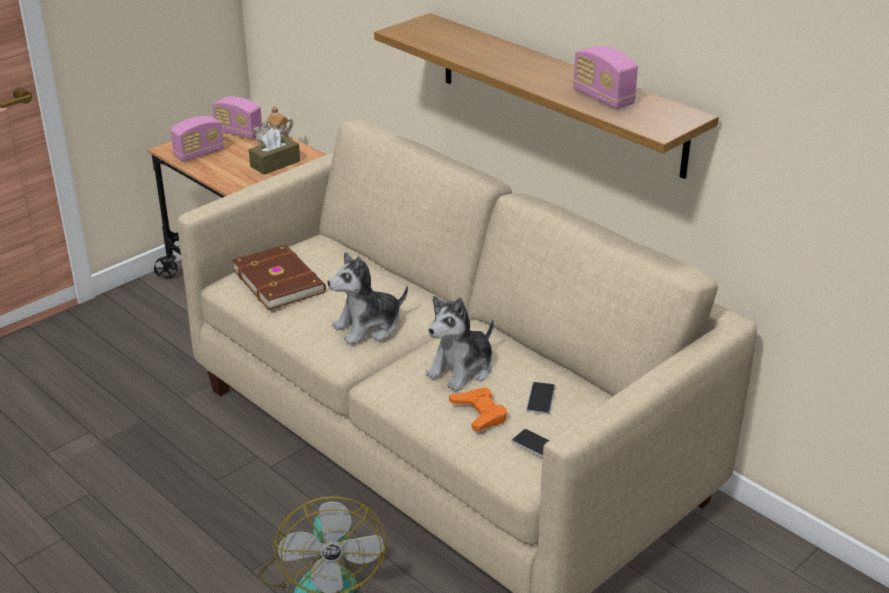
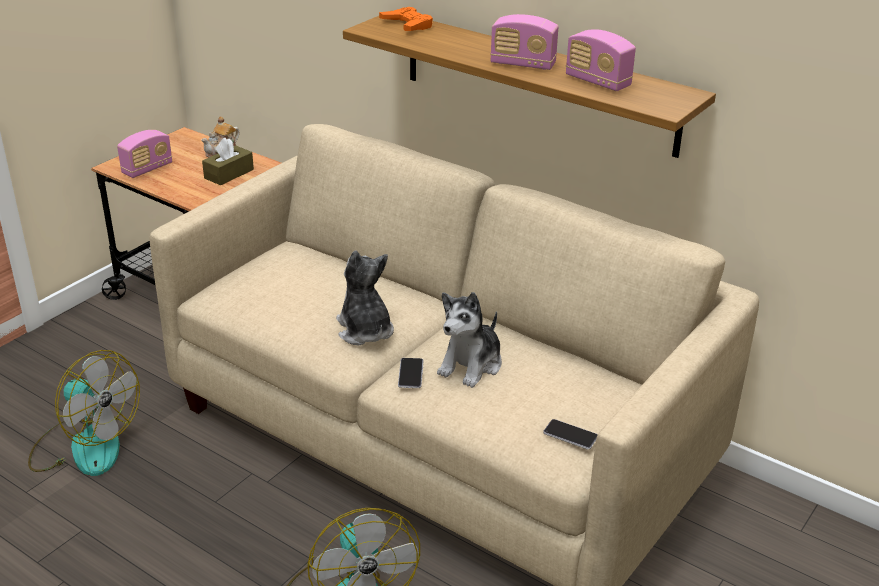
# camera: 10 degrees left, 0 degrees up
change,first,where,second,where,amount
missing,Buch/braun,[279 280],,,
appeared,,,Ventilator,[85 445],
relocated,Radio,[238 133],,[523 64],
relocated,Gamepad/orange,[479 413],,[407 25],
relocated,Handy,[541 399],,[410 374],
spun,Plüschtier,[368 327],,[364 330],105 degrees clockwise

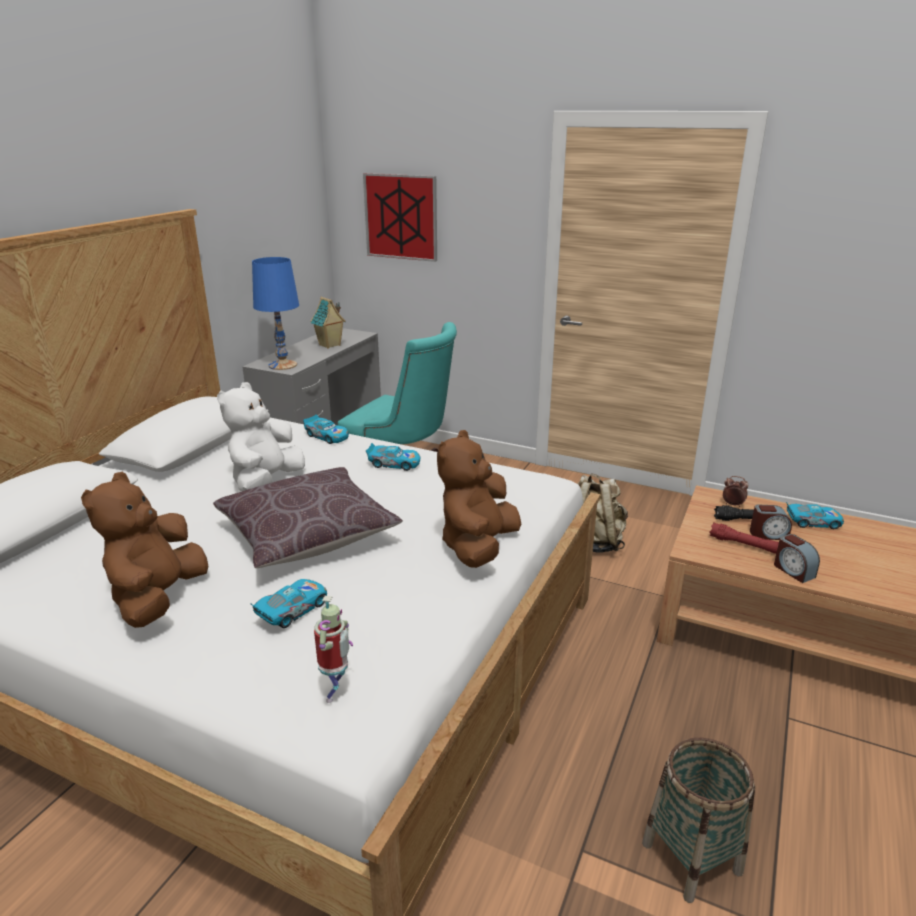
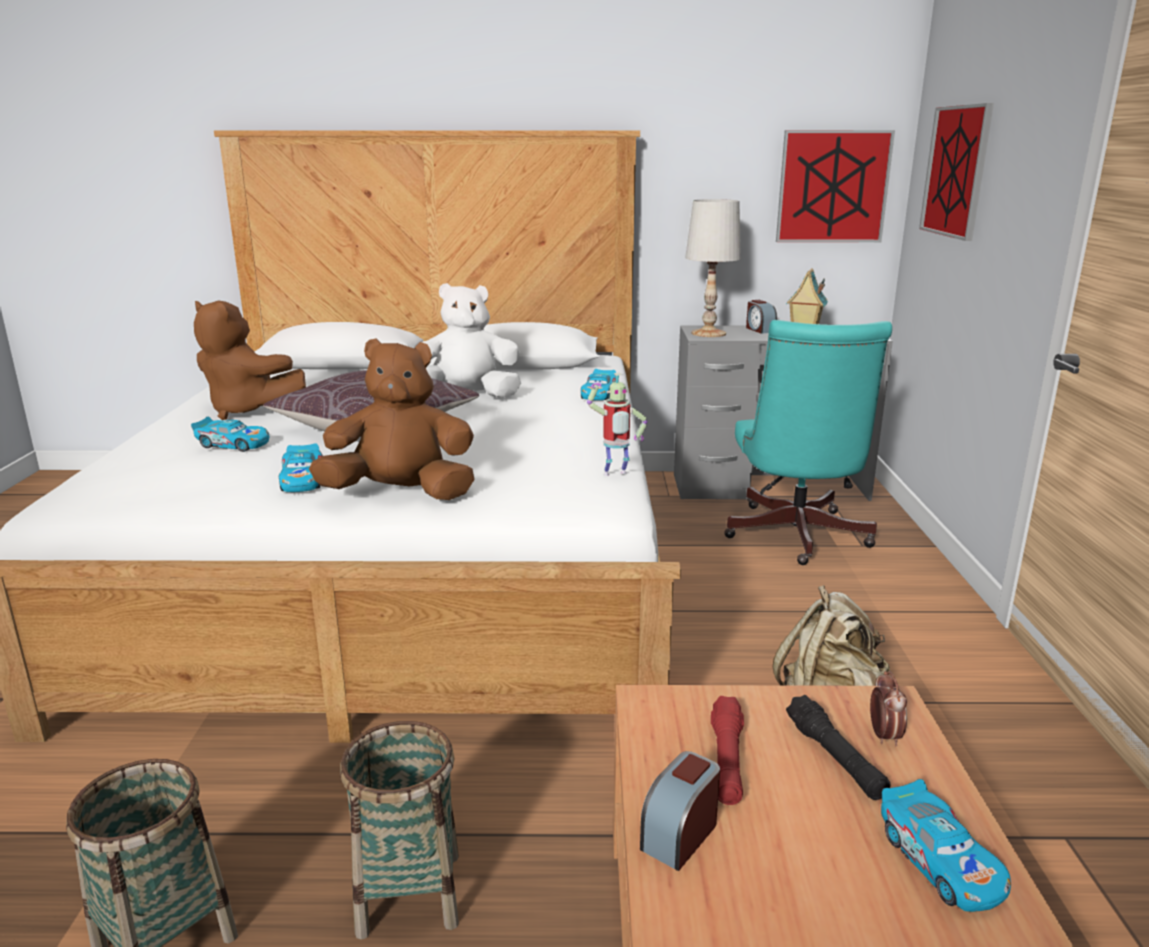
# camera: 65 degrees right, 5 degrees down
change,first,where,second,where,amount
appeared,,,Korb,[409 894],
appeared,,,Bild,[833 187],
relocated,Spielzeugroboter,[336 694],,[615 475],
relocated,Spielzeugauto,[394 463],,[302 480],
relocated,Wecker,[768 535],,[759 330],
colour,Tischlampe/blau,[282 365],Tischlampe/weiß,[708 333],
spun,Plüschtier/braun,[158 599],,[248 411],135 degrees counterclockwise

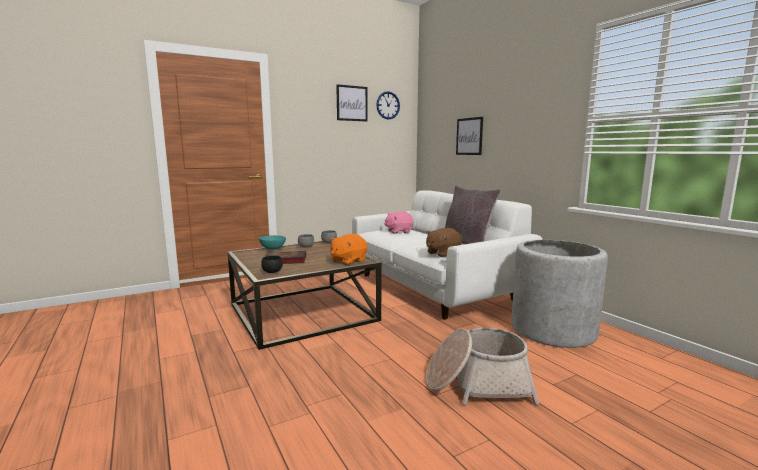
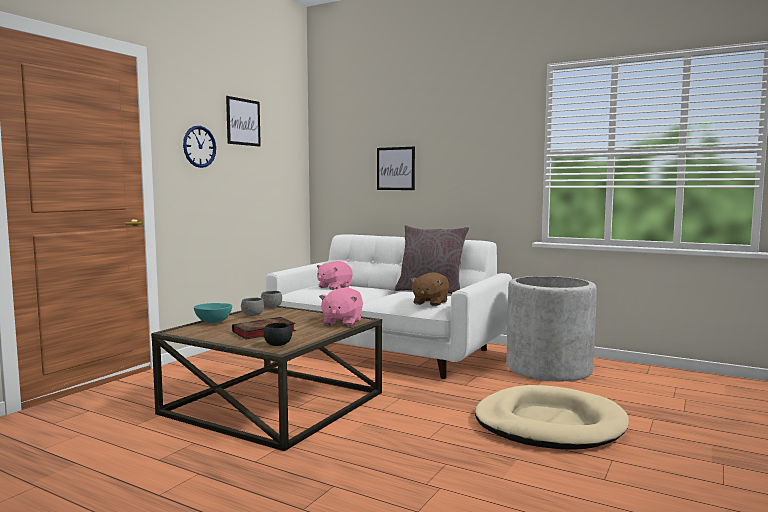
# camera: 30 degrees left, 5 degrees down
change,first,where,second,where,amount
relocated,Wanduhr,[388 105],,[199 146],
exchanged,Korb,[477 384],Hundebett/beige,[549 424],
colour,Plüschtier/orange,[348 261],Plüschtier/rosa,[342 322],

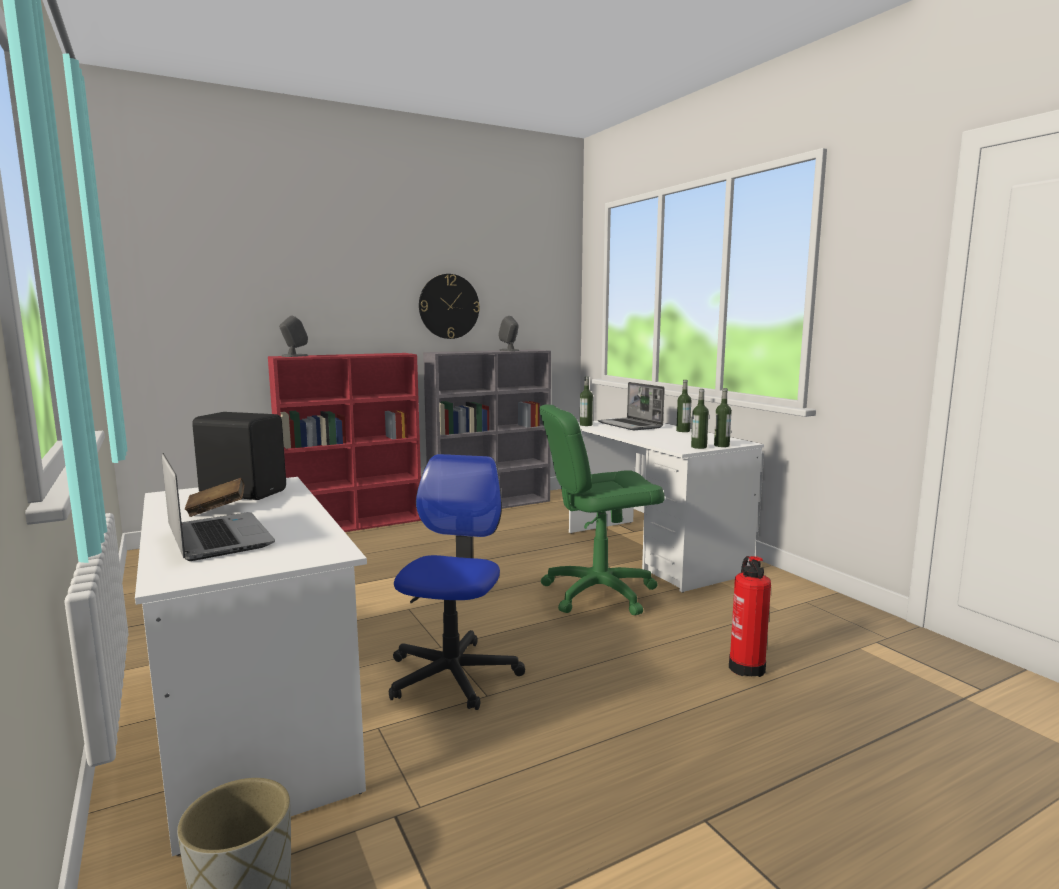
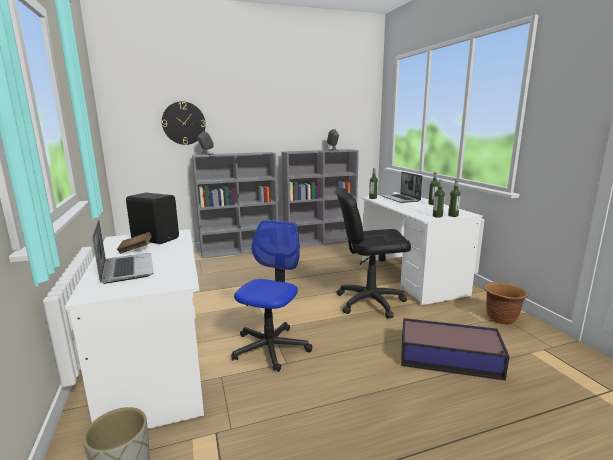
# camera: 10 degrees right, 5 degrees up
change,first,where,second,where,amount
appeared,,,Pflanzkübel/braun,[501 318],
relocated,Wanduhr,[449 306],,[184 123],
exchanged,Feuerlöscher,[746 666],Aufbewahrungsbox,[450 358],
colour,Bücherregal/rot,[354 525],Bücherregal/grau,[241 250],
colour,Bürostuhl/grün,[598 593],Bürostuhl/schwarz,[369 302],

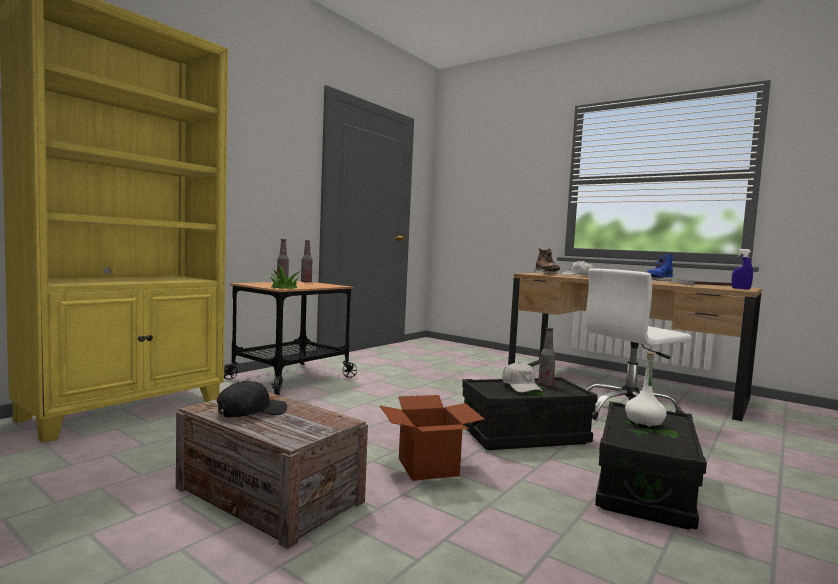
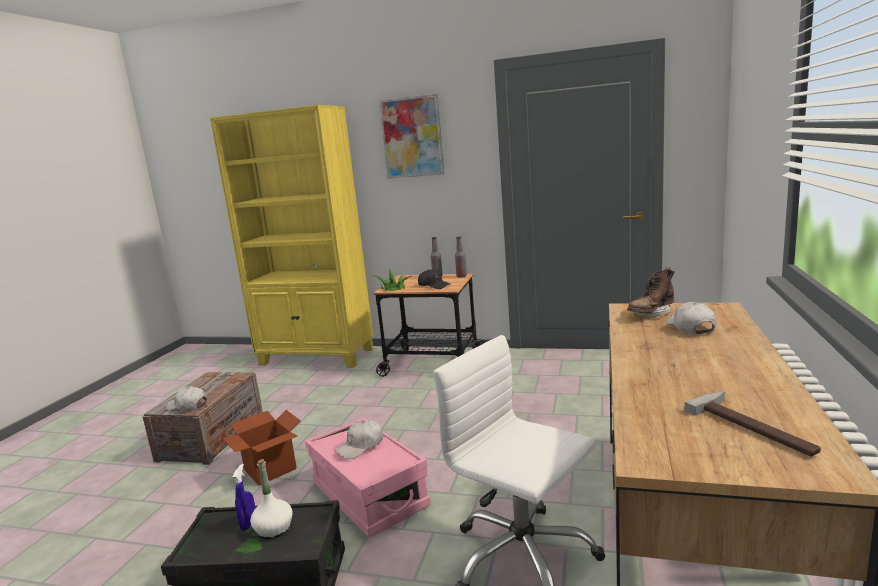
# camera: 70 degrees right, 10 degrees up
change,first,where,second,where,amount
missing,Flasche,[545 385],,,
missing,Stiefel/blau,[659 281],,,
appeared,,,Kappe/weiß,[187 406],
appeared,,,Bild,[412 137],
relocated,Kappe/schwarz,[251 412],,[434 285],
relocated,Sprühflasche/blau,[740 289],,[248 523],
colour,Aufbewahrungsbox/schwarz,[524 435],Aufbewahrungsbox/rosa,[369 495],

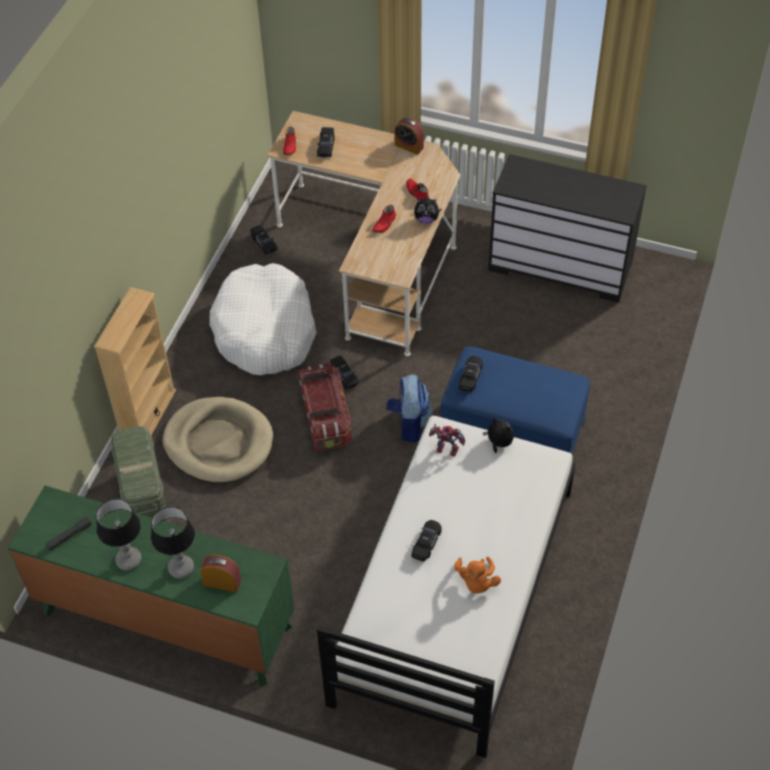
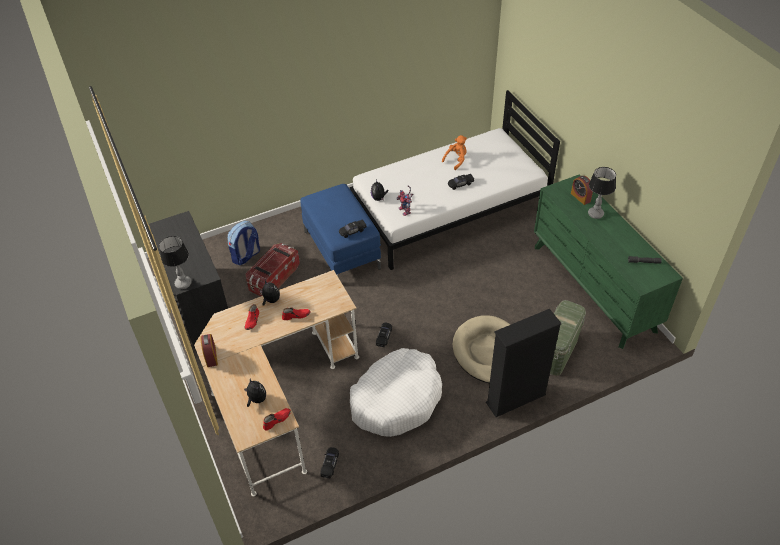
# camera: 135 degrees left, 5 degrees down
change,first,where,second,where,amount
relocated,Tischlampe,[128 560],,[183 284],
relocated,Aufbewahrungsbox,[325 418],,[273 278],
relocated,Rucksack,[409 423],,[246 256],
exchanged,Spielzeugauto/schwarz,[326 147],Plüschtier,[256 399],
colour,Bücherregal/beige,[148 415],Bücherregal/schwarz,[516 399],

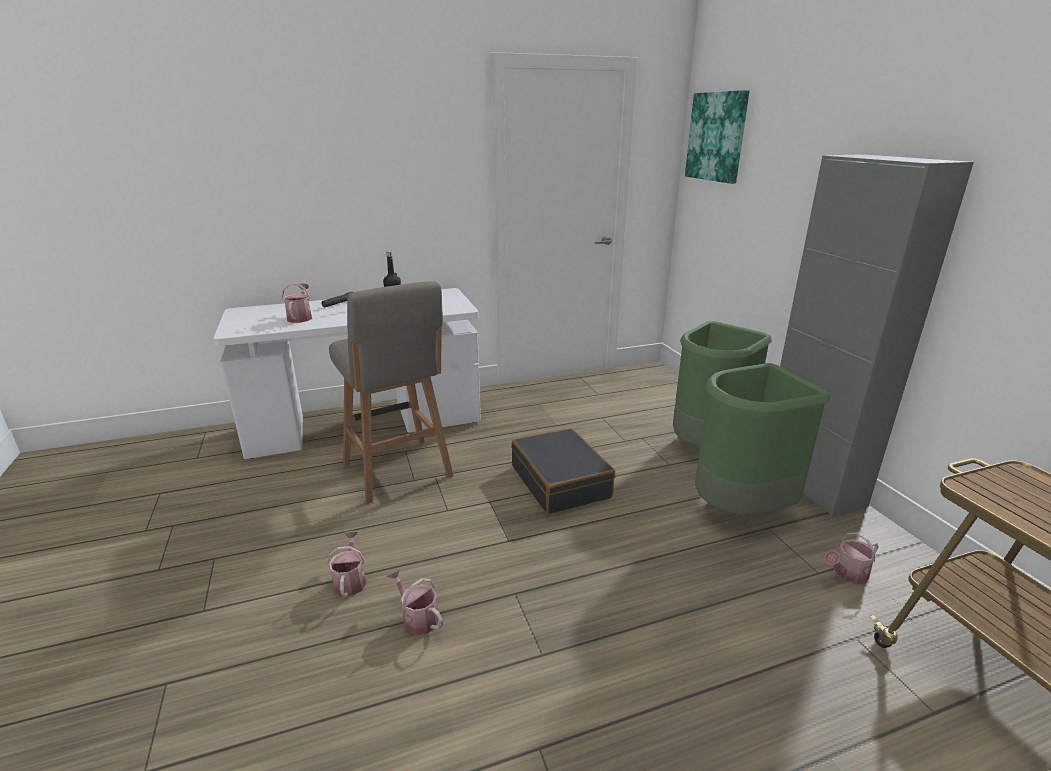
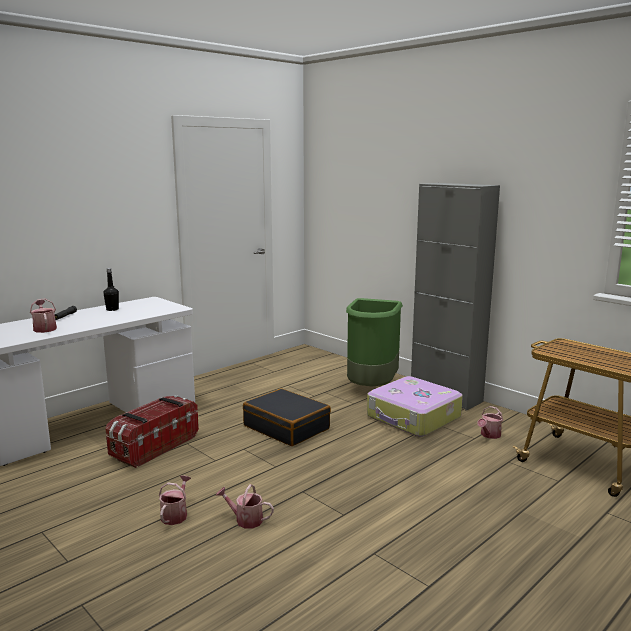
# camera: 25 degrees left, 10 degrees down
change,first,where,second,where,amount
missing,Bild,[717 137],,,
exchanged,Hocker/grau,[398 472],Aufbewahrungsbox,[154 447],
exchanged,Mülleimer/grün,[740 509],Koffer,[413 418],
spun,Gießkanne,[350 580],,[175 514],45 degrees clockwise

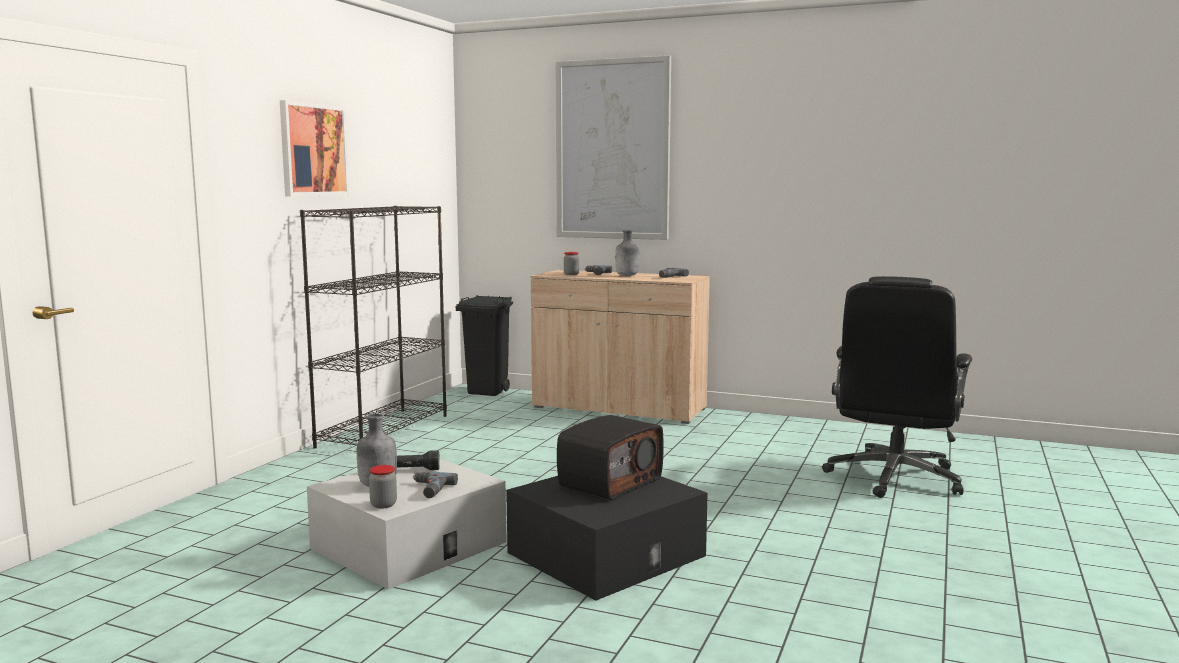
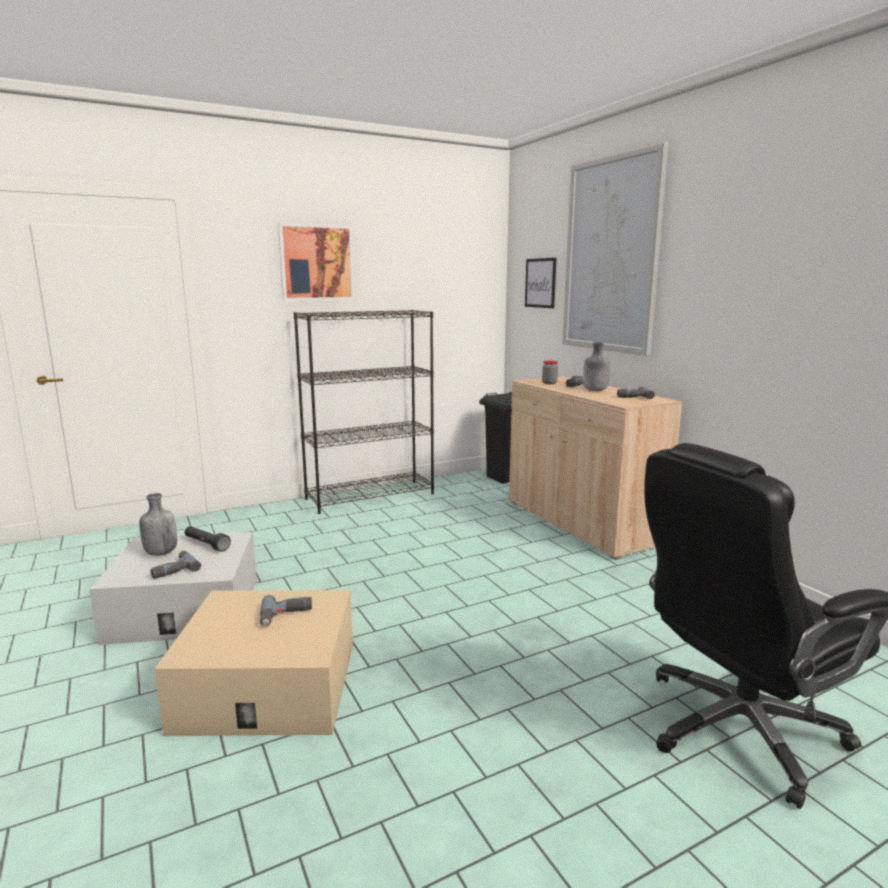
# camera: 40 degrees right, 5 degrees up
change,first,where,second,where,amount
missing,Vorratsglas,[383 505],,,
appeared,,,Bild,[540 283],
exchanged,Radio,[609 482],Bohrmaschine,[286 616],
colour,Aufbewahrungsbox/schwarz,[606 554],Aufbewahrungsbox/beige,[268 685],

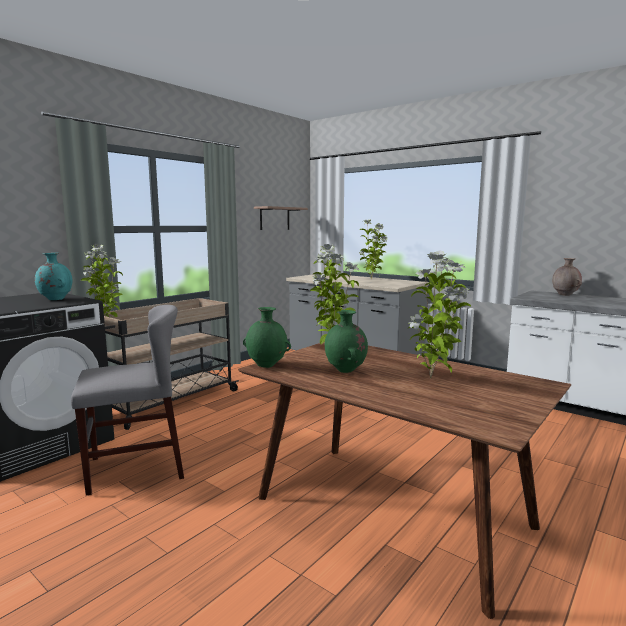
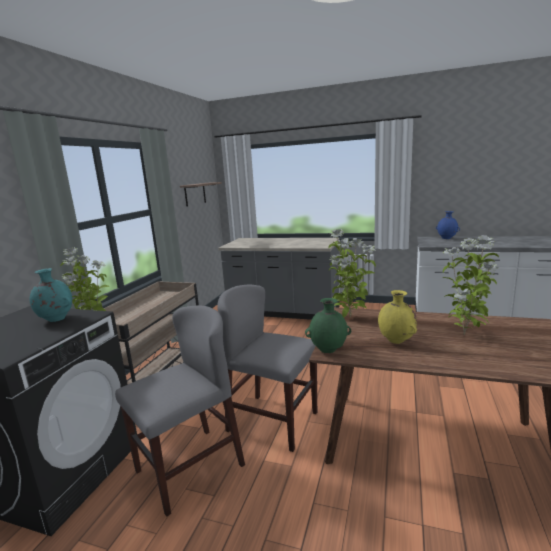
# camera: 20 degrees left, 5 degrees up
change,first,where,second,where,amount
missing,Topfpflanze,[372 279],,,
appeared,,,Stuhl/grau,[273 421],
colour,Vase/grün,[346 371],Vase/gelb,[396 341],
colour,Vase/braun,[565 295],Vase/blau,[447 238],

